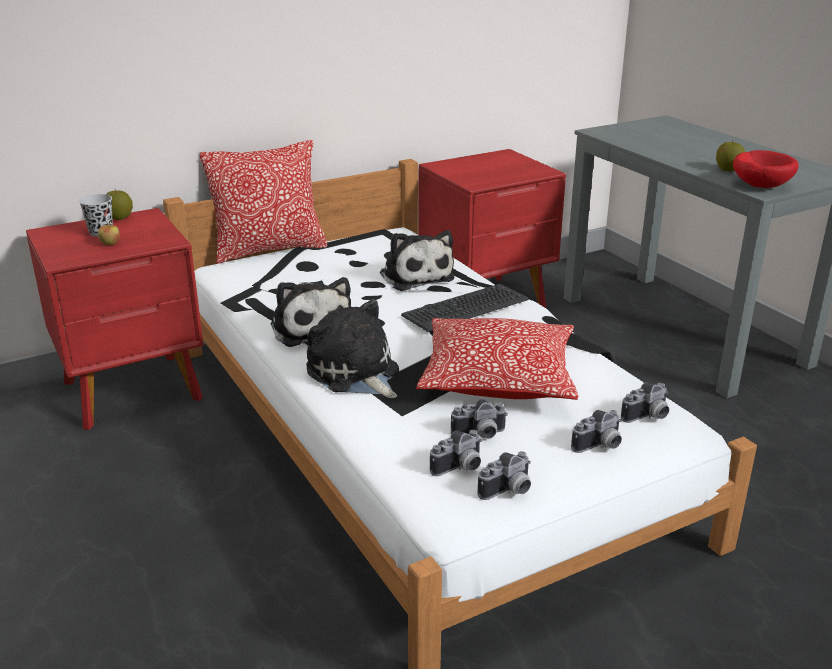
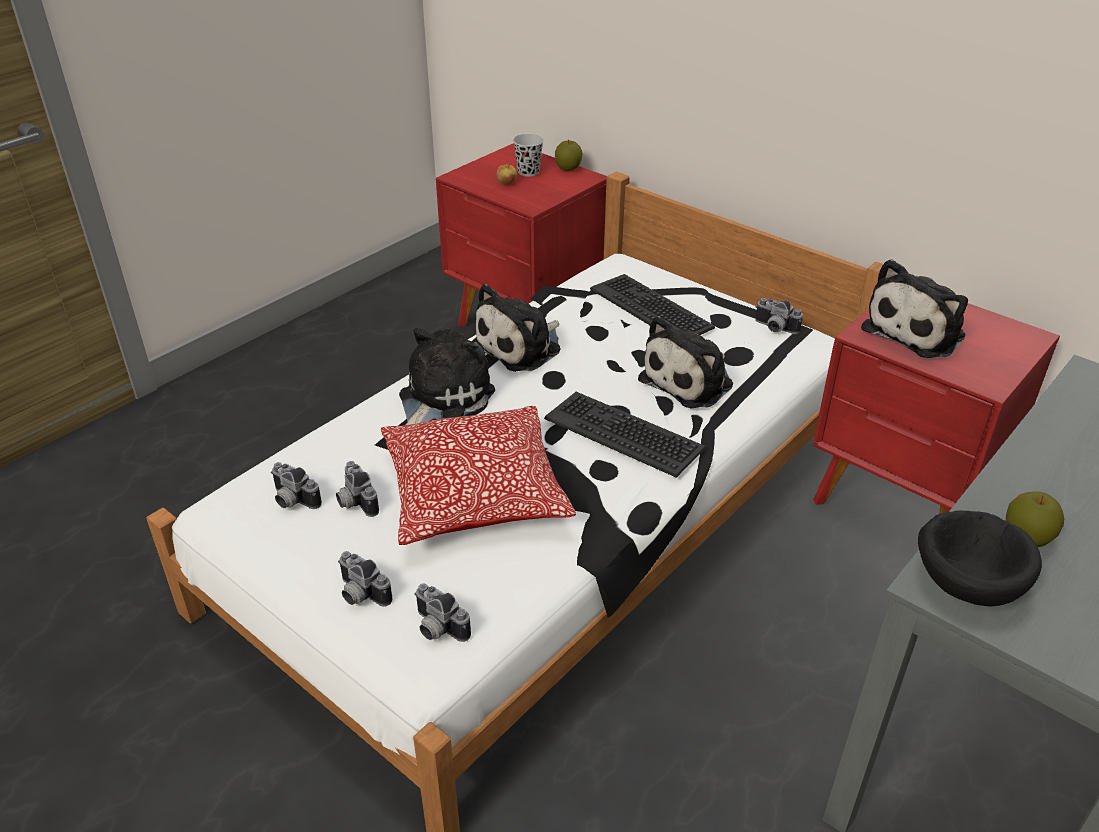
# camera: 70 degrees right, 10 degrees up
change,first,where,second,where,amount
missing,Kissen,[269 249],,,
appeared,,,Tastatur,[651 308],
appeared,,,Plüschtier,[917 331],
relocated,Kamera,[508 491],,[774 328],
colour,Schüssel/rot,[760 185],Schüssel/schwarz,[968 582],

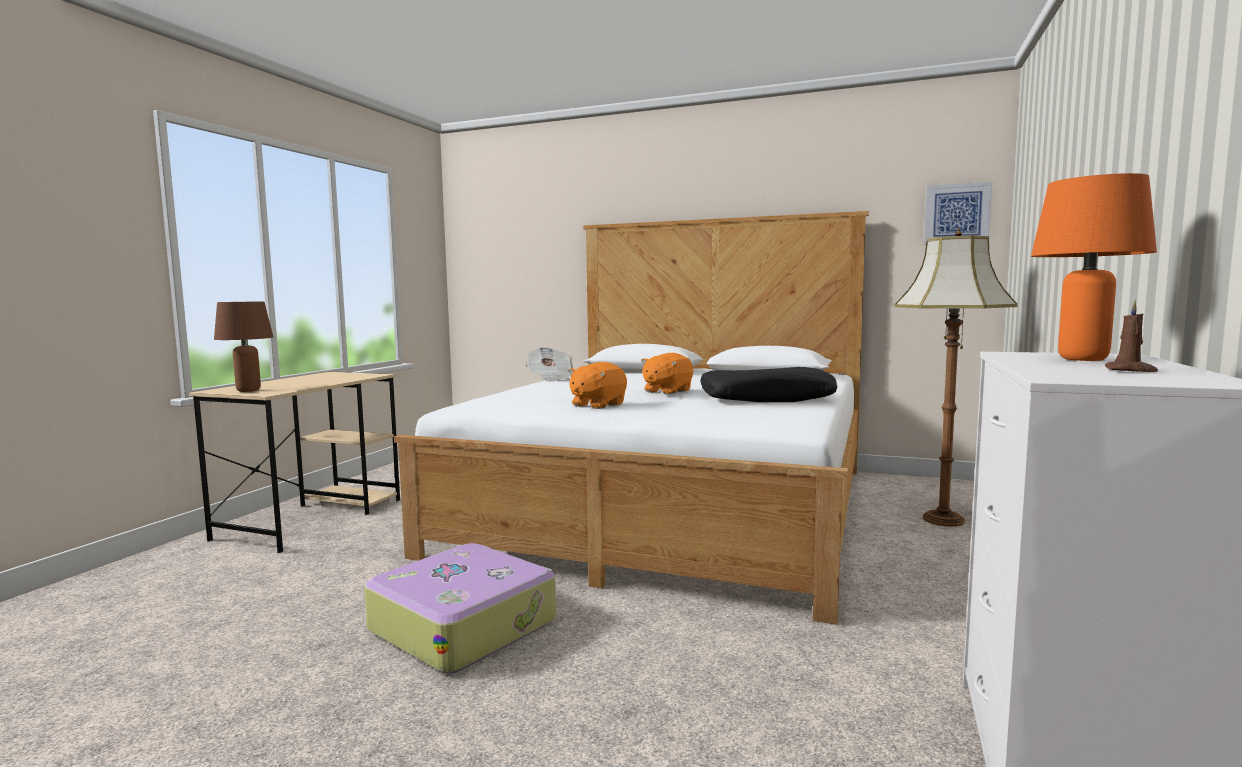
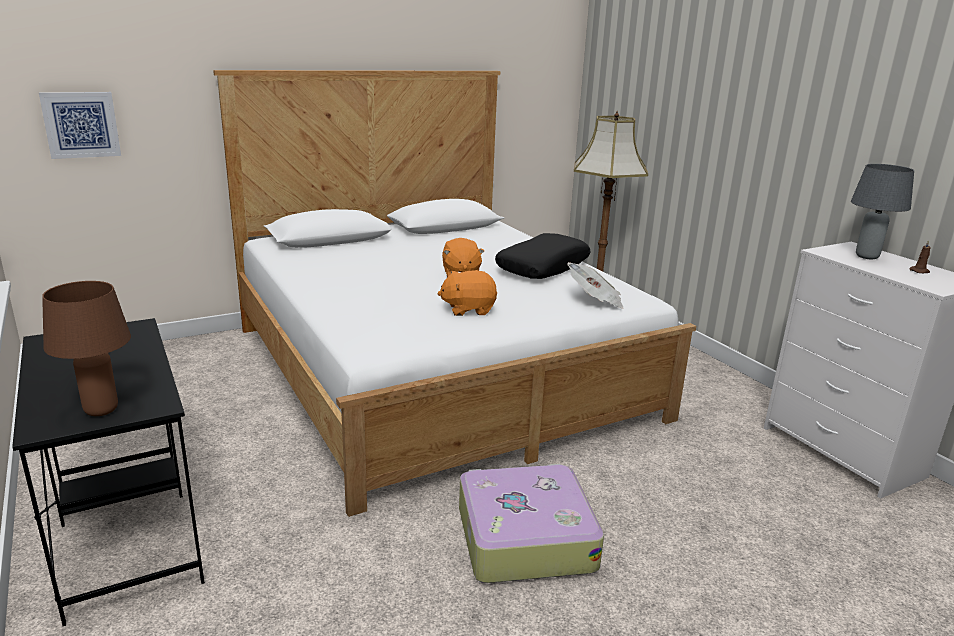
# camera: 50 degrees left, 15 degrees up
change,first,where,second,where,amount
relocated,Zeitung,[550 378],,[595 300],
relocated,Bild,[956 214],,[81 124],
colour,Schreibtisch/beige,[313 518],Schreibtisch/schwarz,[126 531],
colour,Tischlampe/orange,[1081 359],Tischlampe/grau,[866 257],
spun,Plüschtier/orange,[597 405],,[468 309],90 degrees clockwise

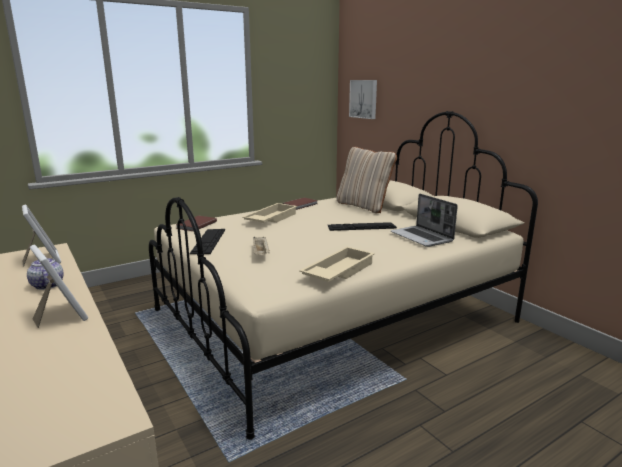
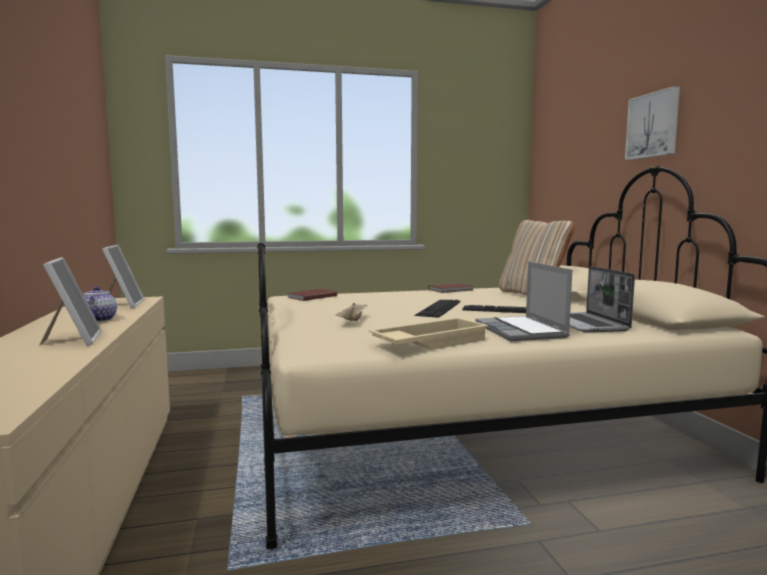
# camera: 20 degrees right, 10 degrees down
change,first,where,second,where,amount
missing,Tablett/beige,[270 218],,,
appeared,,,Laptop,[522 331],
relocated,Tastatur,[208 241],,[439 308],
relocated,Bild,[364 99],,[653 125],

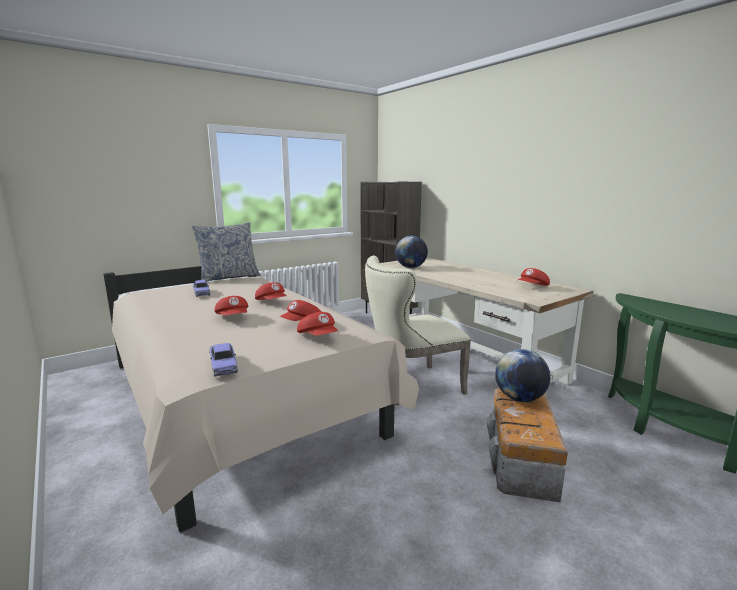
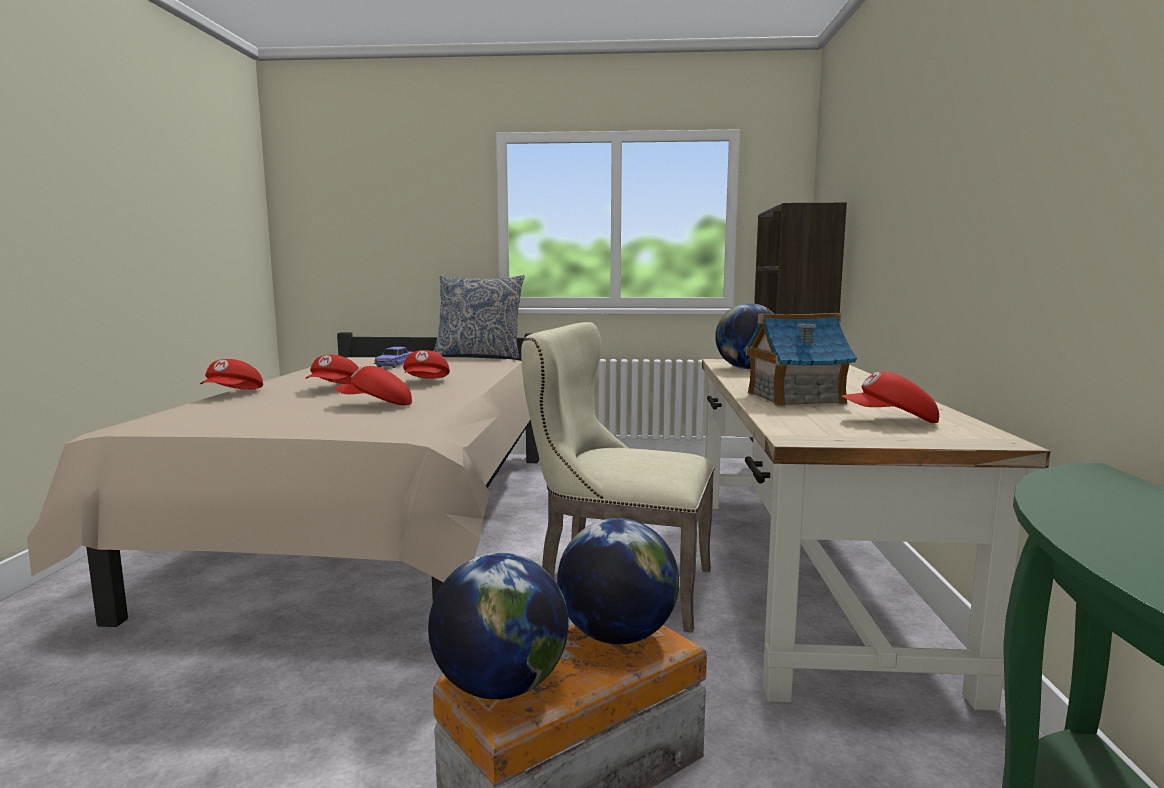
# camera: 40 degrees right, 5 degrees down
change,first,where,second,where,amount
missing,Spielzeugauto,[223 366],,,
appeared,,,Globus,[500 686],
appeared,,,Spielzeughaus,[794 398],
relocated,Kappe/rot,[318 337],,[233 394],

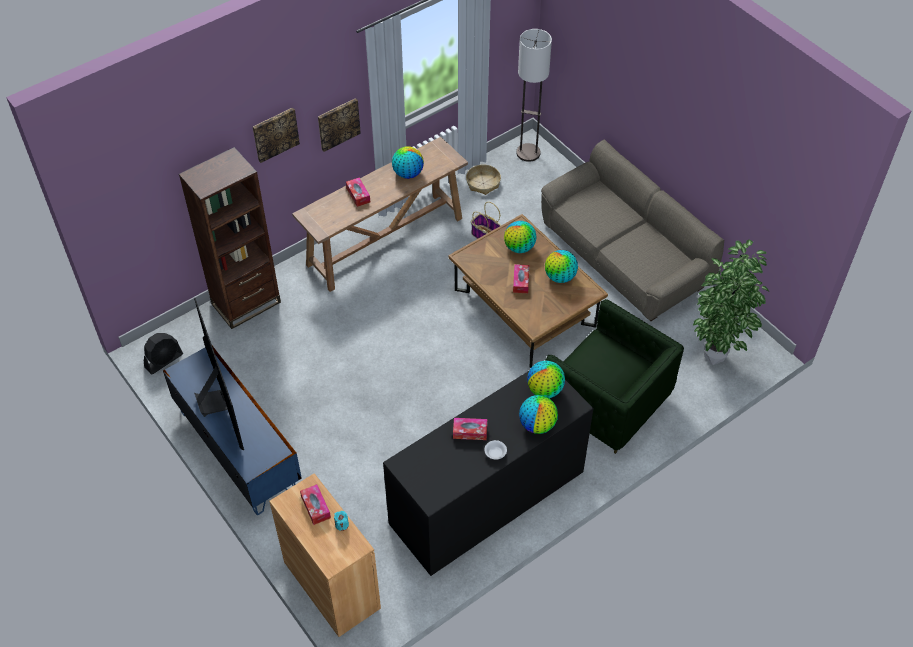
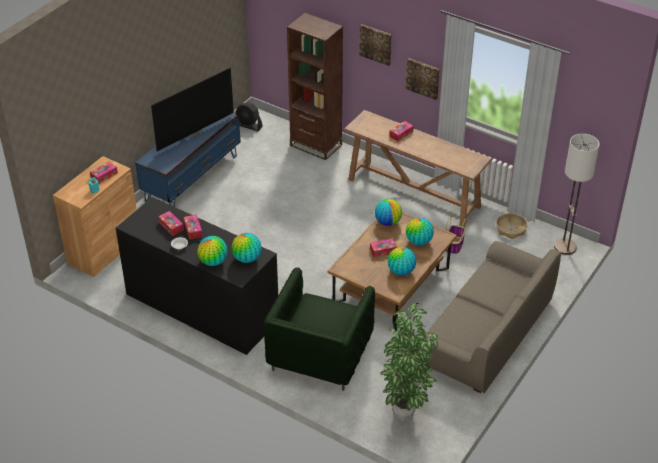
# camera: 70 degrees right, 10 degrees down
change,first,where,second,where,amount
appeared,,,Taschentuchbox,[171 226],
relocated,Globus,[408 173],,[388 222],

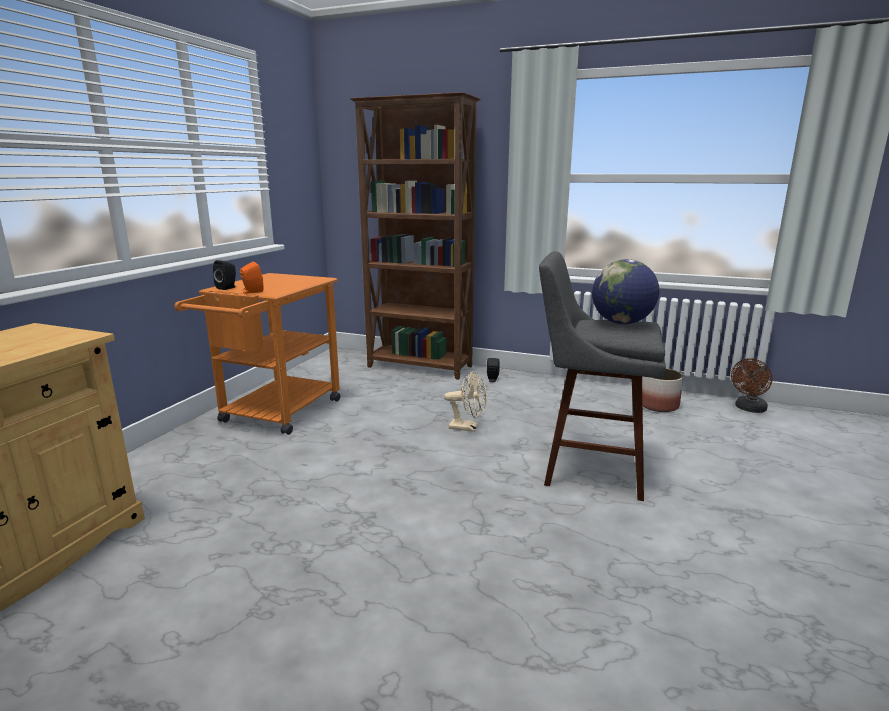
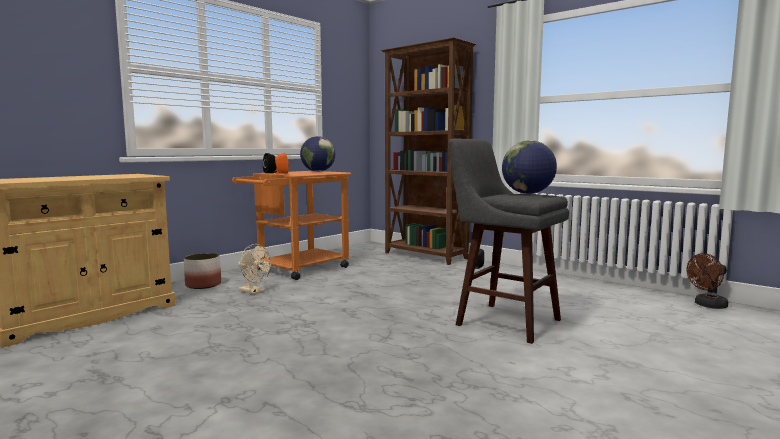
# camera: 20 degrees right, 10 degrees down
change,first,where,second,where,amount
appeared,,,Globus,[318 171],
relocated,Ventilator/beige,[468 428],,[254 292],
relocated,Pflanzkübel,[657 405],,[203 285],

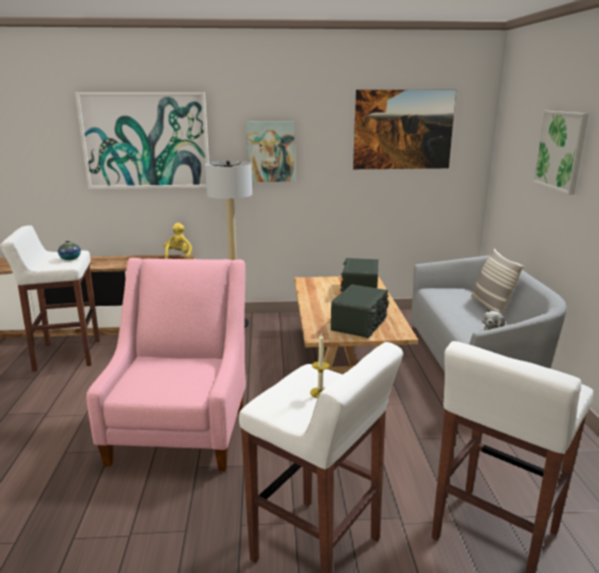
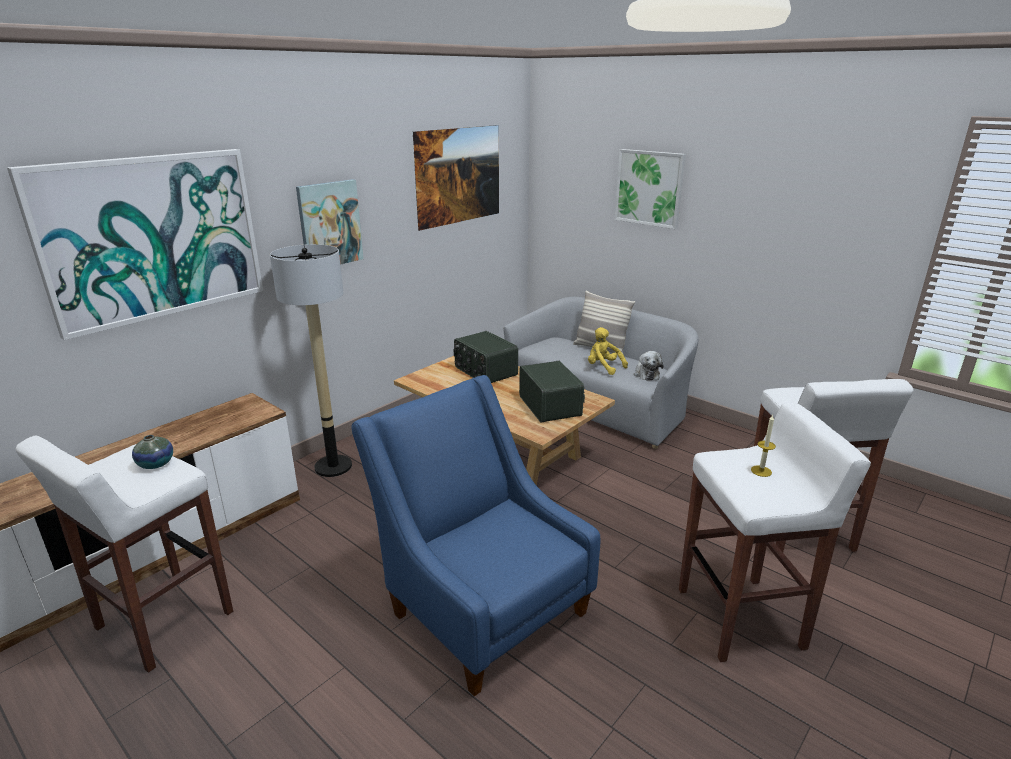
# camera: 45 degrees left, 5 degrees up
change,first,where,second,where,amount
relocated,Plüschtier/gelb,[178 256],,[603 367],
colour,Sessel/rosa,[182 429],Sessel/blau,[481 605],

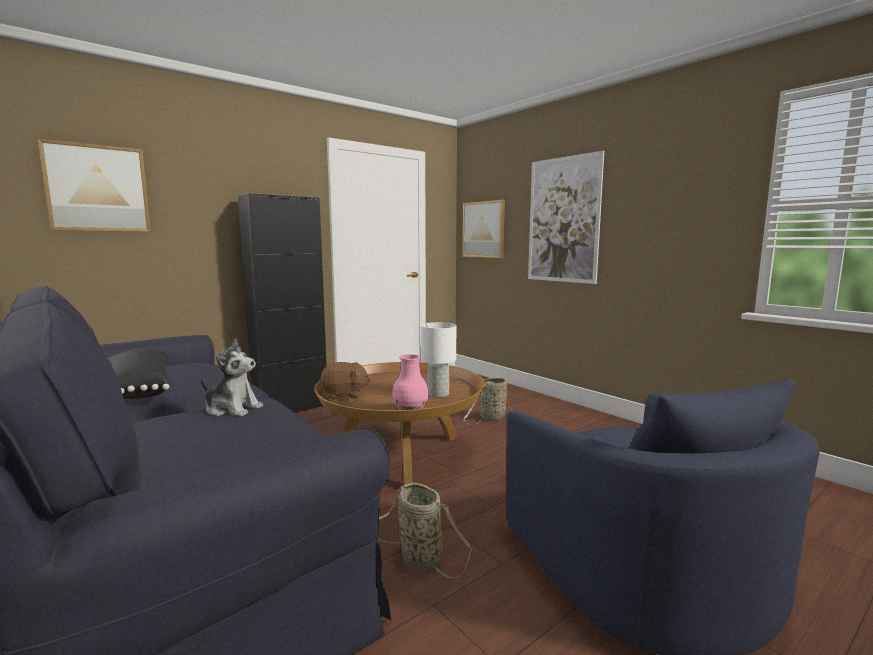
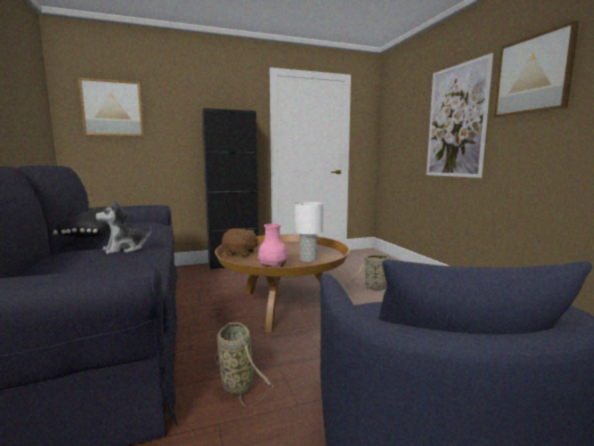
# camera: 20 degrees right, 0 degrees up
change,first,where,second,where,amount
relocated,Bild,[484 229],,[533 75],
spun,Plüschtier,[232 409],,[125 249],105 degrees clockwise

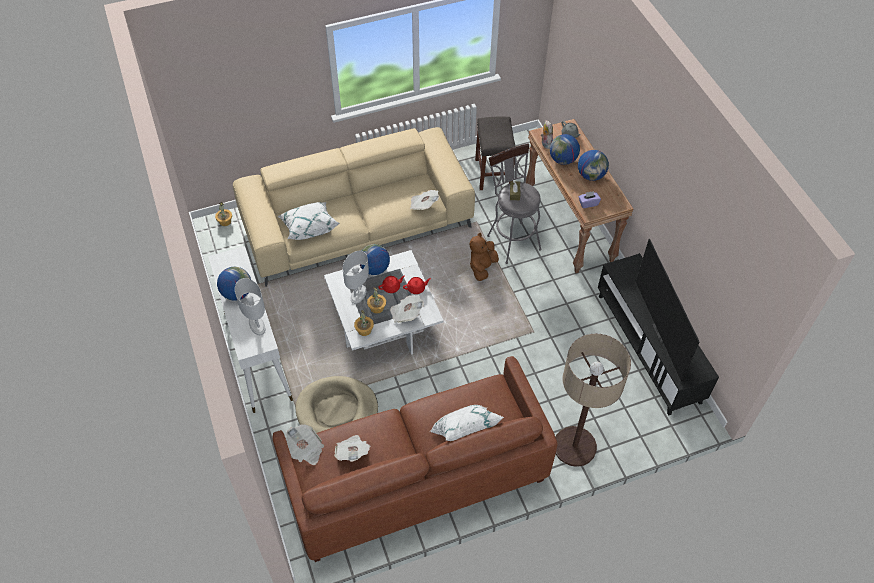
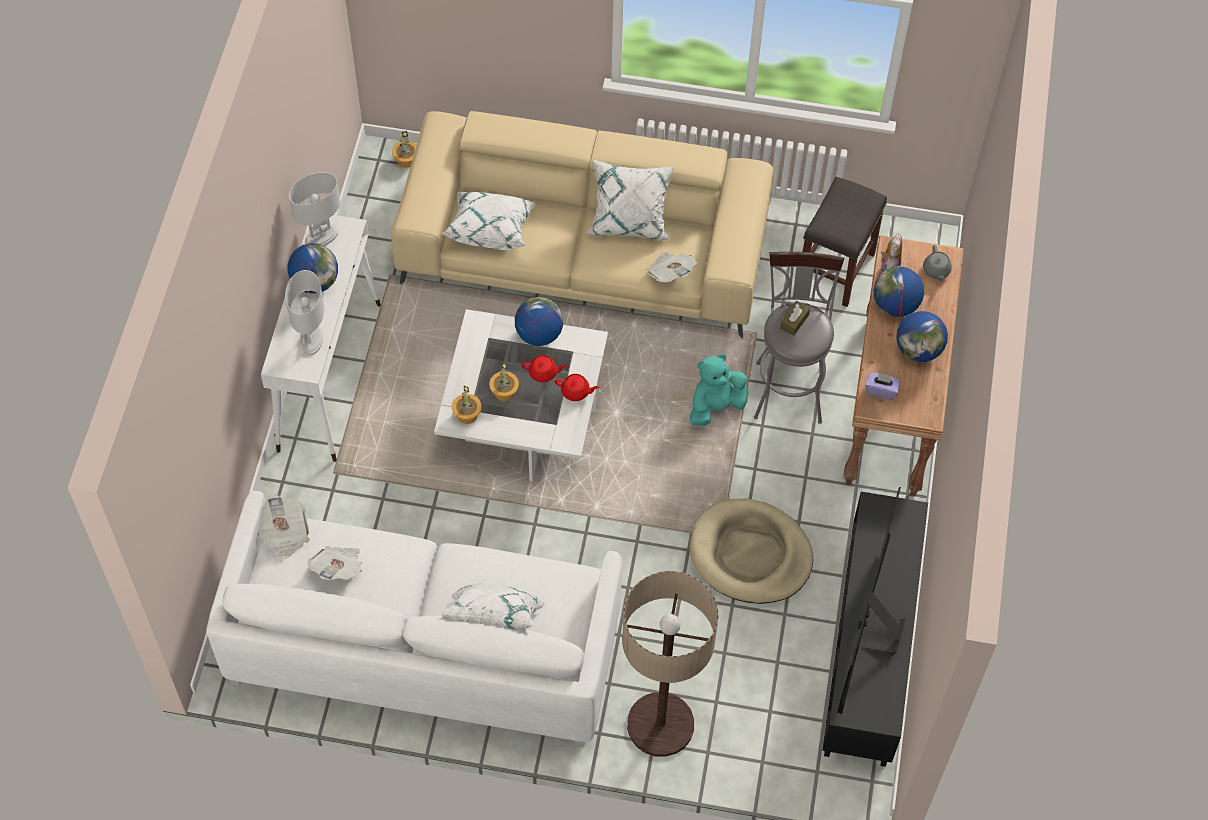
# camera: 30 degrees right, 5 degrees up
change,first,where,second,where,amount
missing,Zeitung,[406 314],,,
appeared,,,Kissen/weiß,[630 221],
relocated,Hundebett/beige,[337 410],,[750 554],
relocated,Tischlampe/weiß,[358 295],,[321 238],
colour,Sofa/braun,[415 477],Sofa/weiß,[423 647],
colour,Plüschtier/braun,[482 267],Plüschtier/türkis,[716 406],

